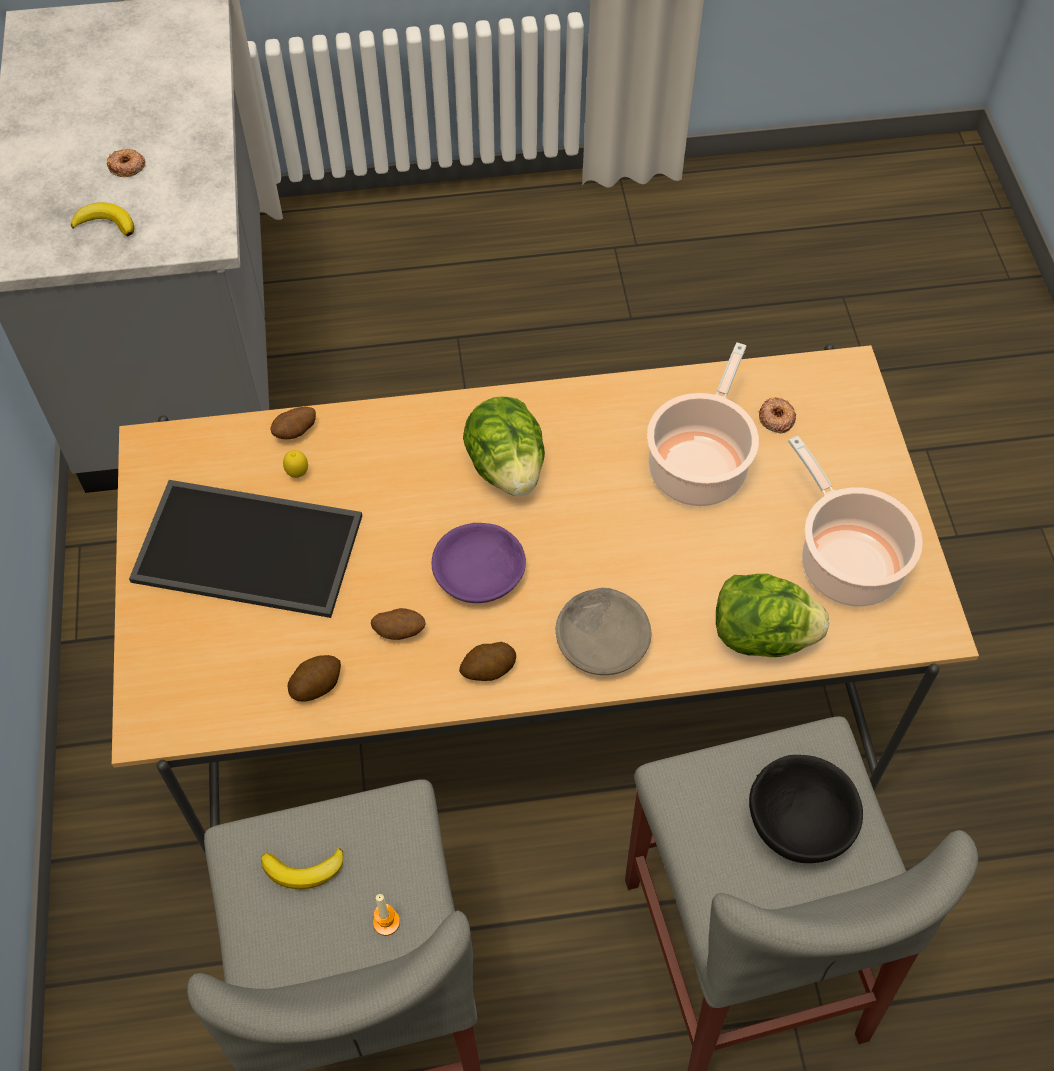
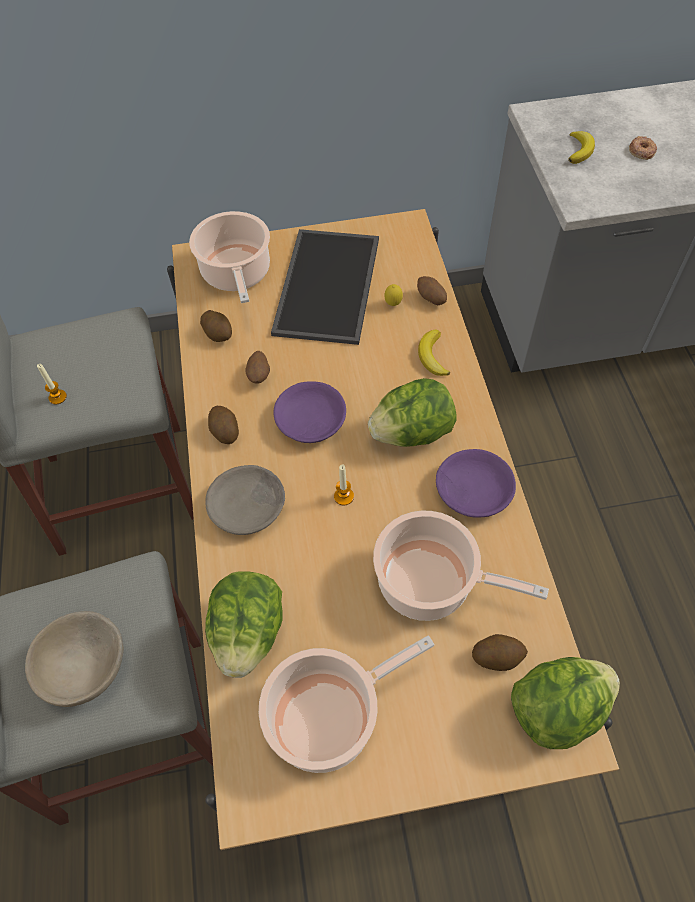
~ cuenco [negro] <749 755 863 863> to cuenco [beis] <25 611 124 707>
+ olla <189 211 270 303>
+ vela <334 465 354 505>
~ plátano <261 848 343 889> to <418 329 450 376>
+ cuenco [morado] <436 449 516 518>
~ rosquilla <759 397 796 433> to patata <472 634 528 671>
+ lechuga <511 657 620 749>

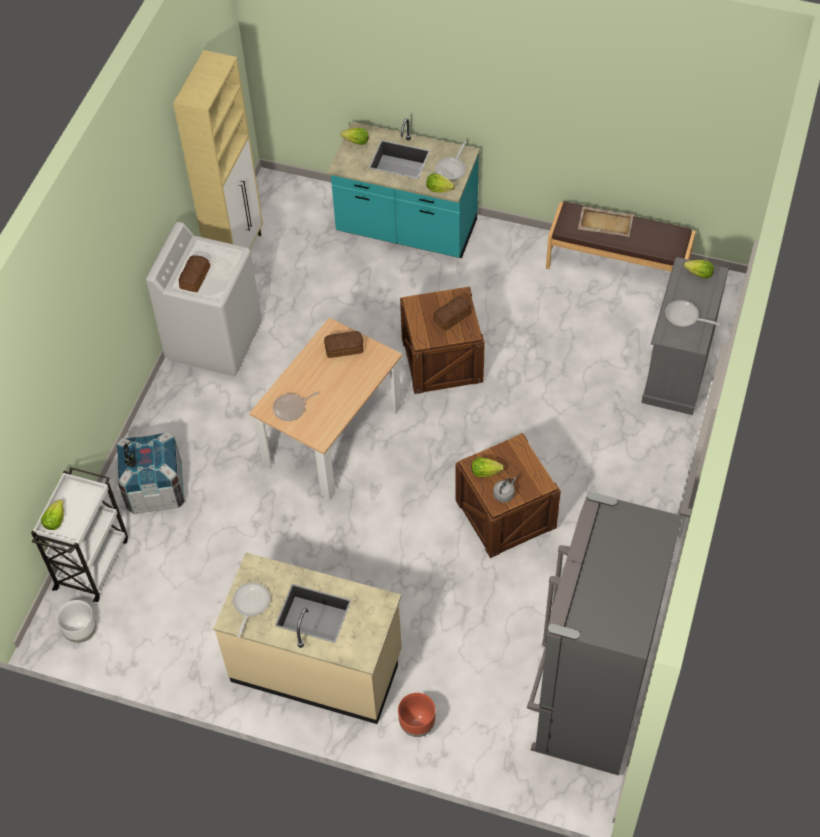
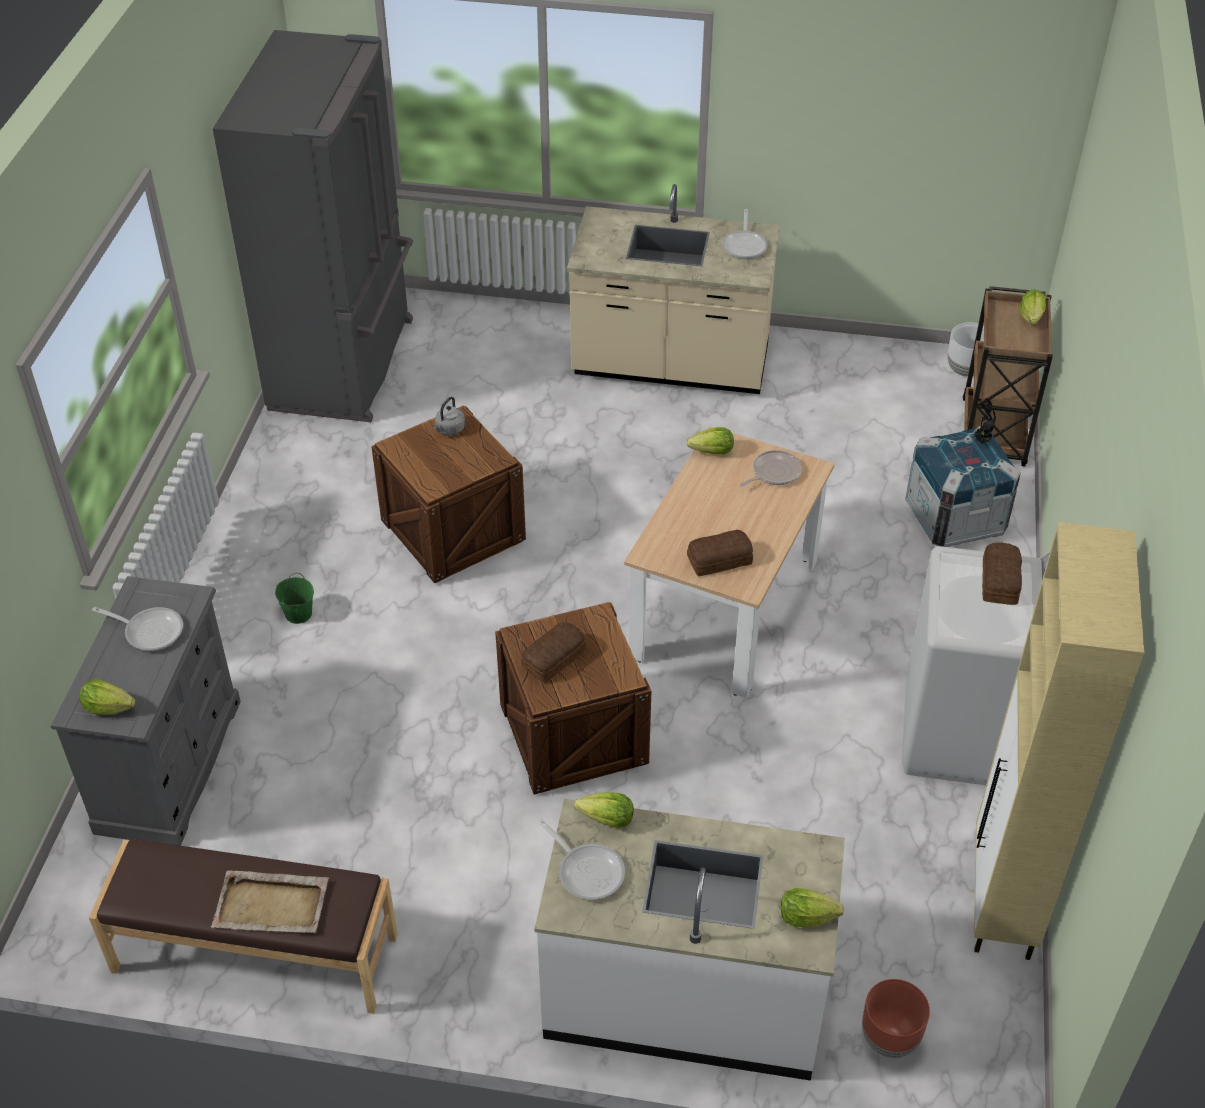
+ cubo [verde] <275 573 314 624>
~ mueble bajo de cocina [turquesa] <328 118 480 258> to mueble bajo de cocina [blanco] <535 799 845 1081>
~ sartén <435 141 466 180> = <538 819 625 900> 120 degrees clockwise
~ lechuga <472 457 504 477> to <687 427 734 454>
~ maceta [marrón] <398 693 435 737> to <862 979 930 1058>
~ carrito [blanco] <31 467 128 602> to carrito [marrón] <963 286 1053 466>

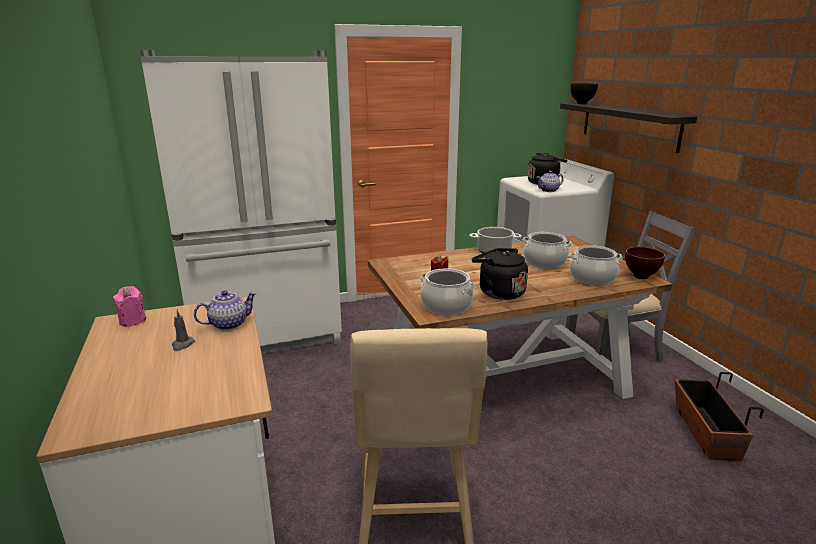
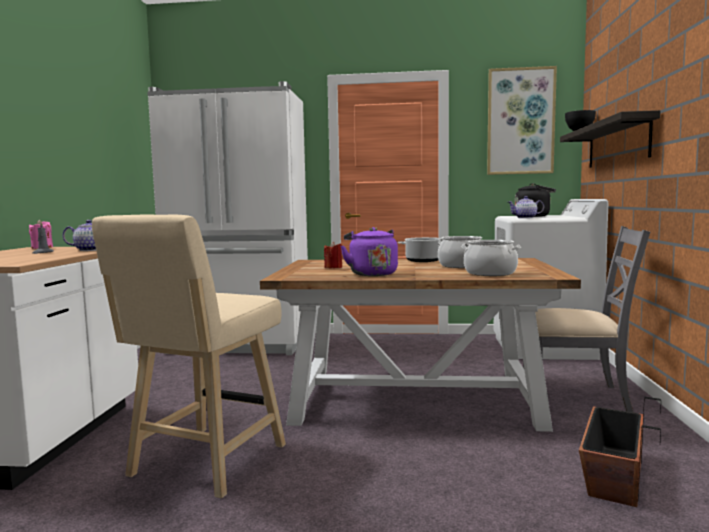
~ hervidor [negro] <472 248 528 300> to hervidor [morado] <341 227 398 276>
+ cuadro <487 66 557 175>
- olla <420 269 476 315>
- cuenco [marrón] <625 247 665 279>

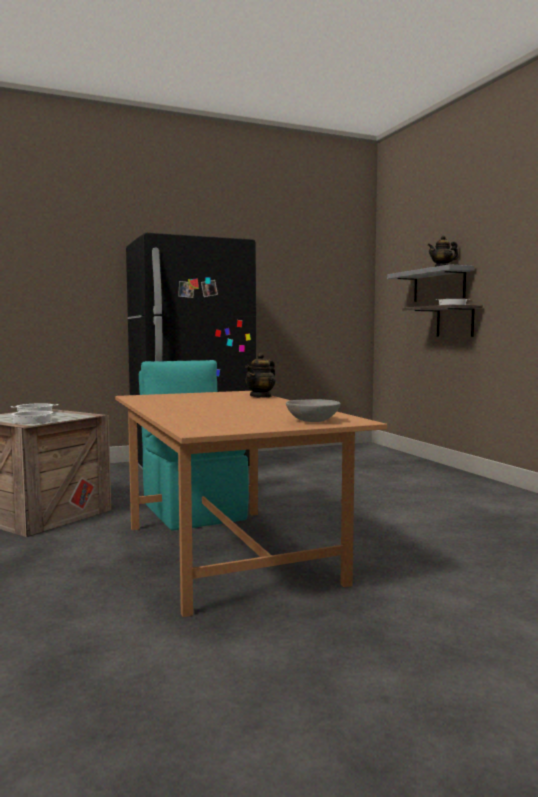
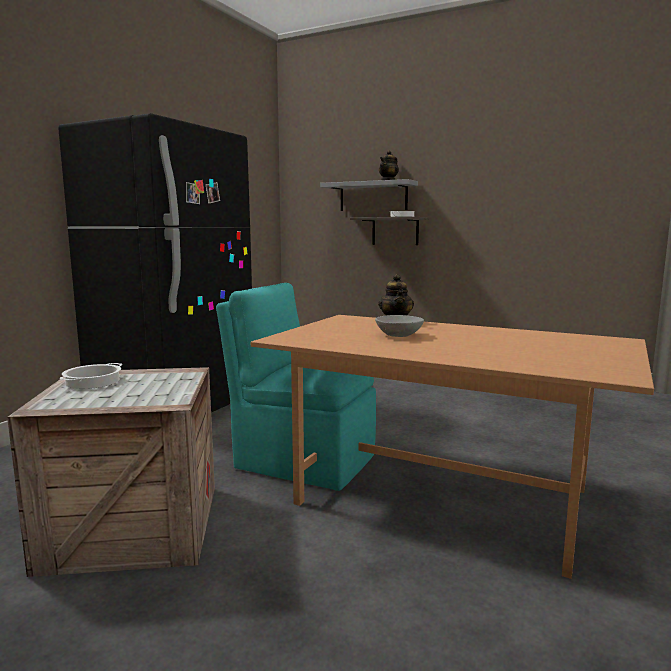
~ cuenco [gris] <286 399 341 422> to <375 315 424 337>
- olla <11 411 53 424>

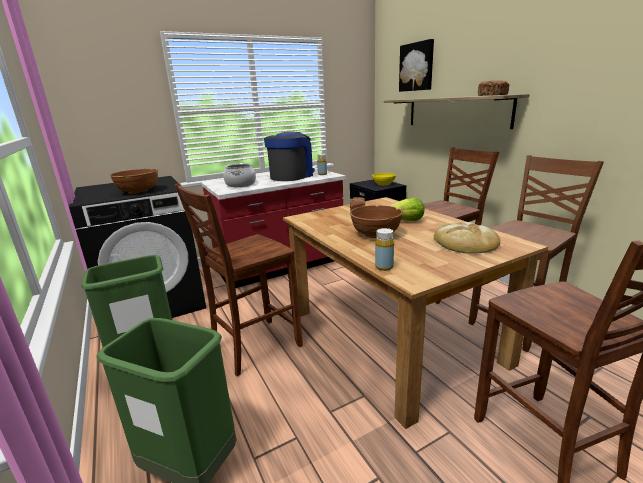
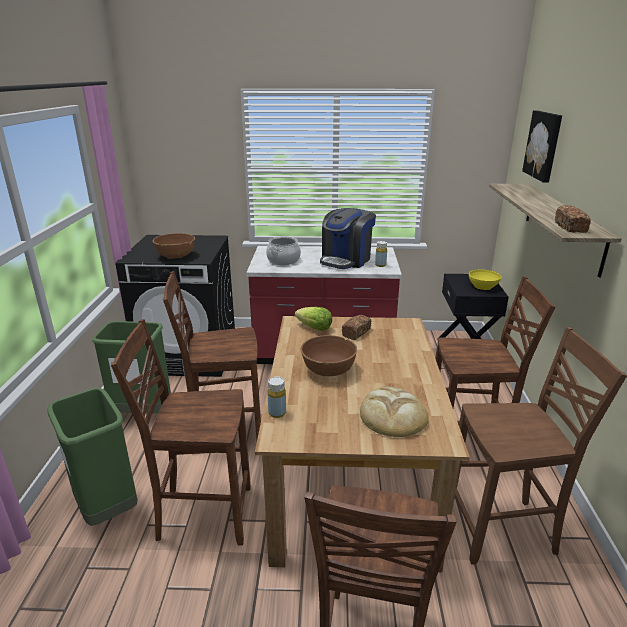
+ silla [marrón] <111 319 251 546>
~ lechuga <390 198 424 221> to <295 307 332 331>
~ cafetera <264 132 315 181> = <320 208 376 269> 150 degrees clockwise

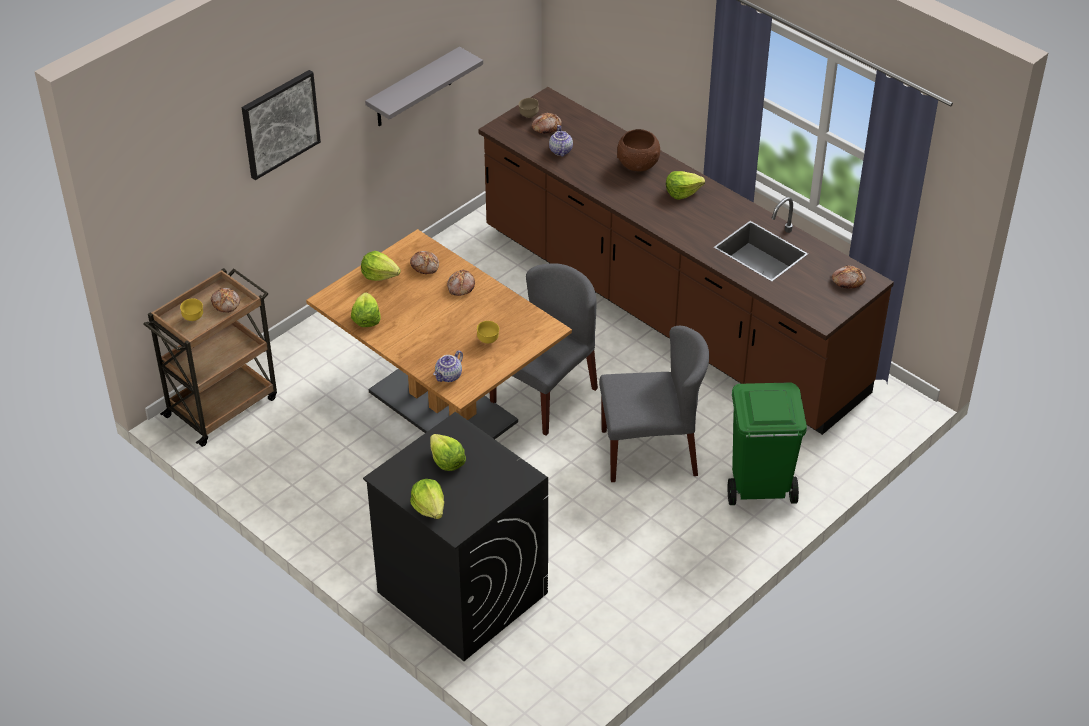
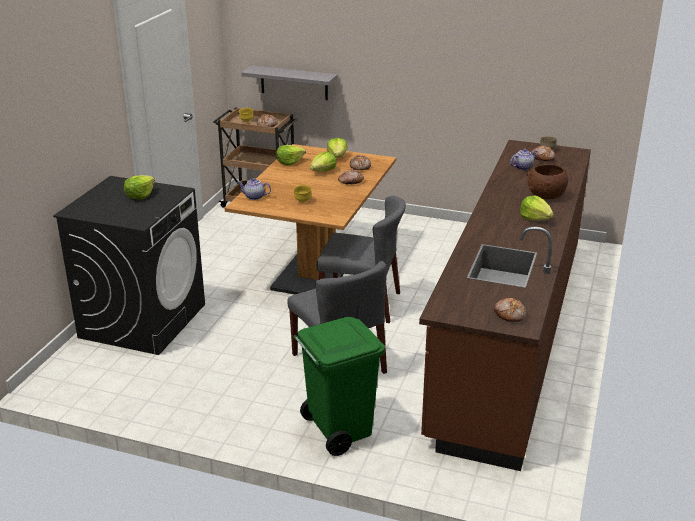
~ estante [gris] <365 47 483 126> to <241 66 337 100>
~ lechuga <410 479 444 519> to <310 152 337 172>
- cuadro <242 70 321 180>

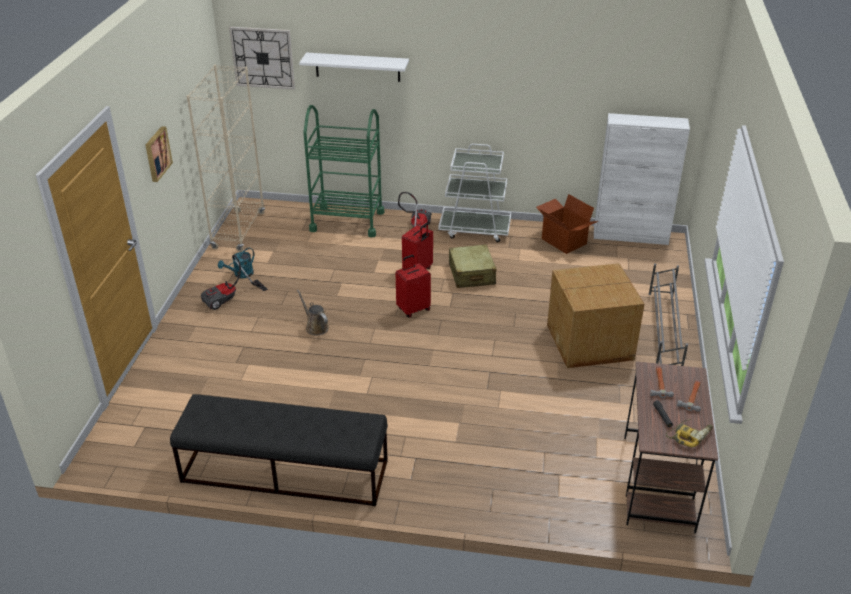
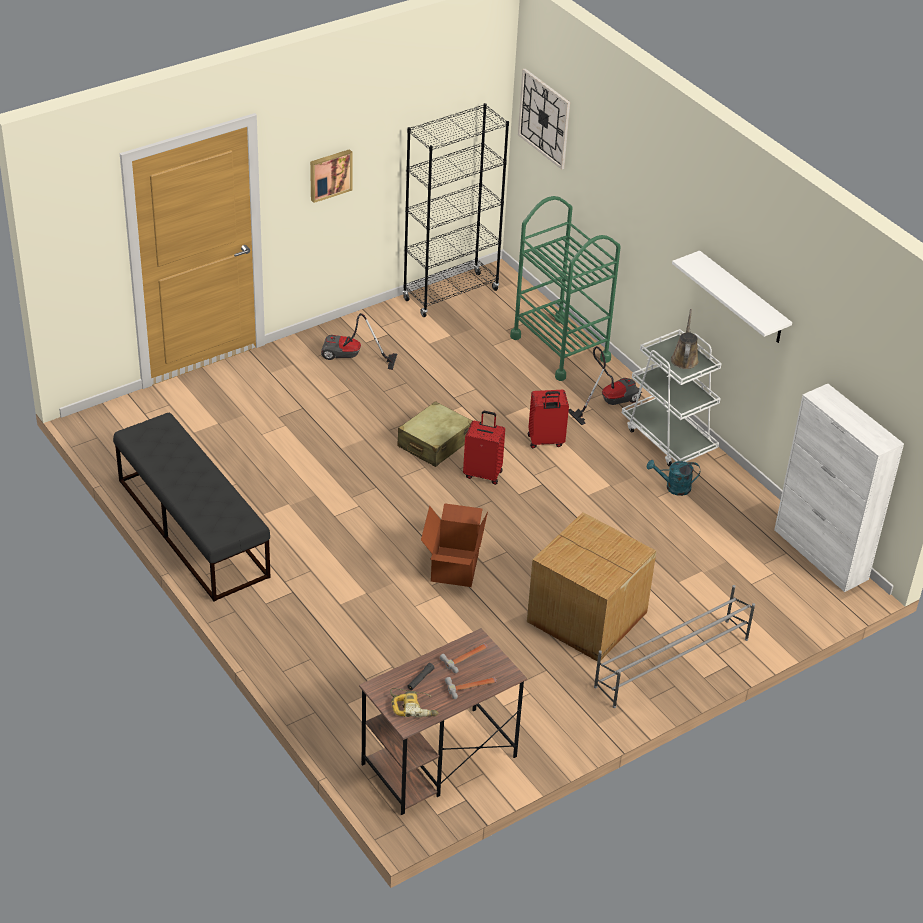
~ maleta [beis] <449 244 496 288> to <397 401 473 467>
~ estantería [beis] <187 65 265 251> to estantería [negro] <403 103 509 317>
~ caja de cartón <536 194 599 254> to <421 503 488 587>
~ regadera [turquesa] <218 248 254 278> to <647 460 700 496>
~ regadera [marrón] <297 290 329 335> to <671 309 699 369>
~ estante [blanco] <299 52 409 82> to <672 251 792 343>

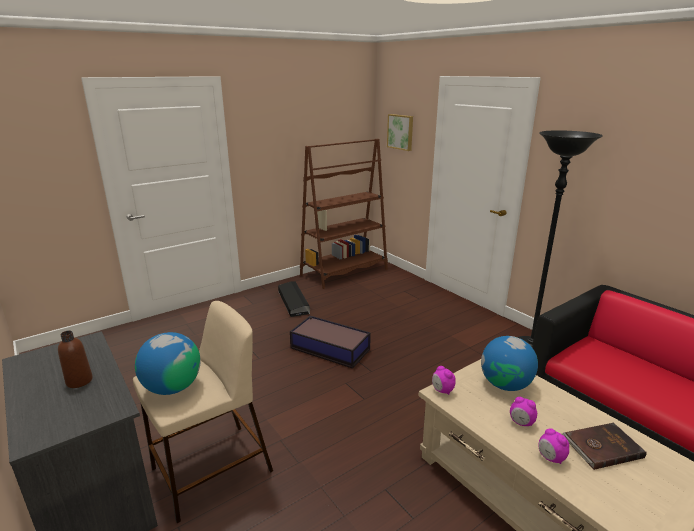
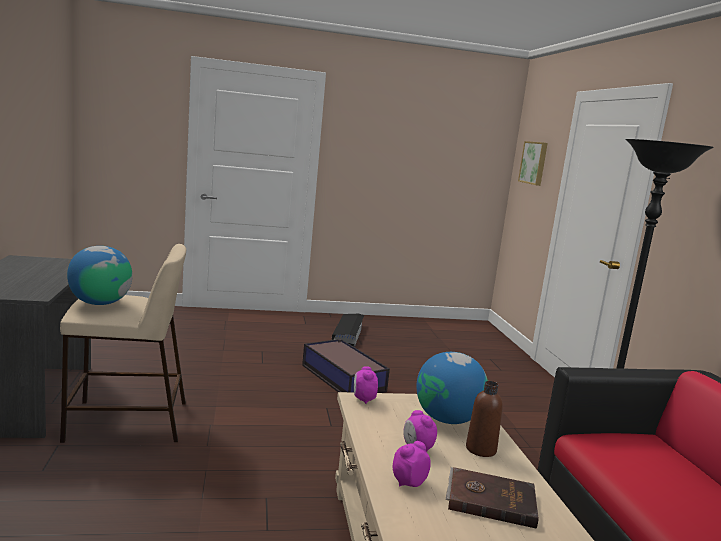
~ despertador <539 428 569 464> = <393 441 431 487> 60 degrees clockwise
~ botella [marrón] <58 331 93 388> to <466 381 503 457>
- estantería [marrón] <300 139 388 289>

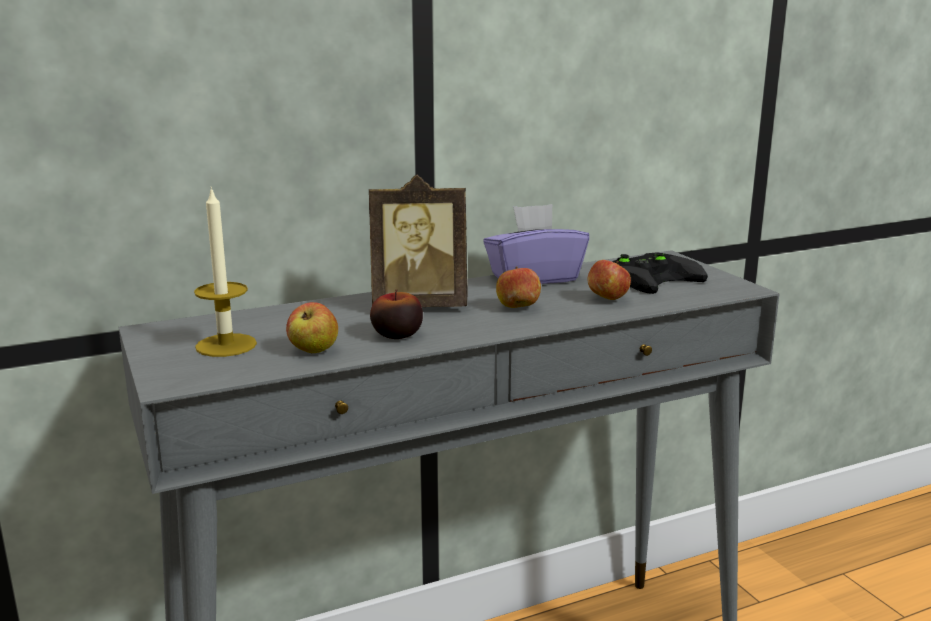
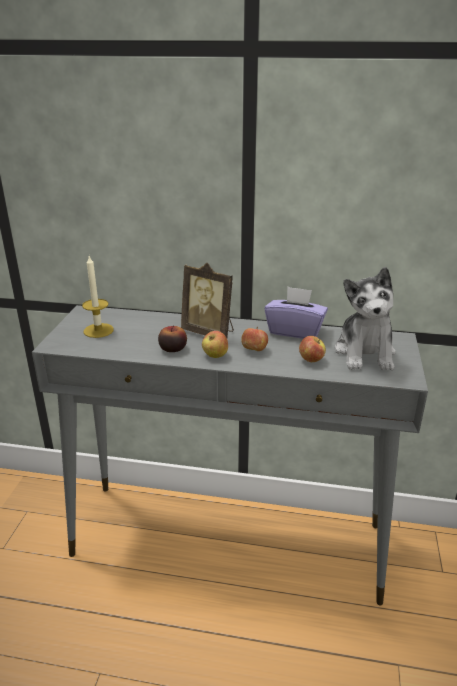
~ manzana <286 302 338 353> to <202 331 228 358>
~ mando de consola [negro] <612 252 708 294> to peluche <335 267 396 370>

